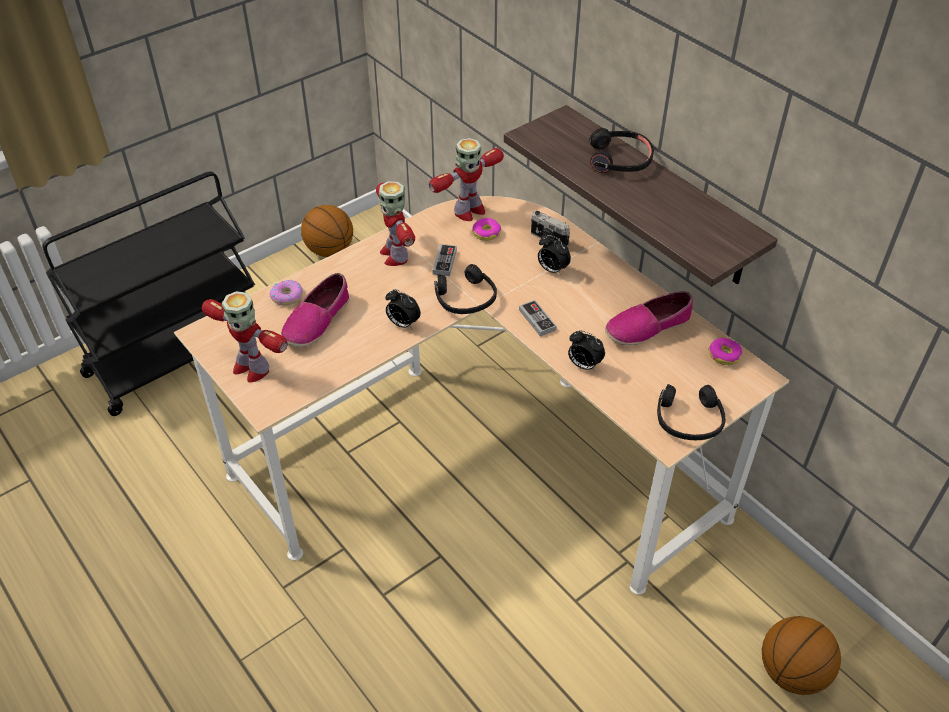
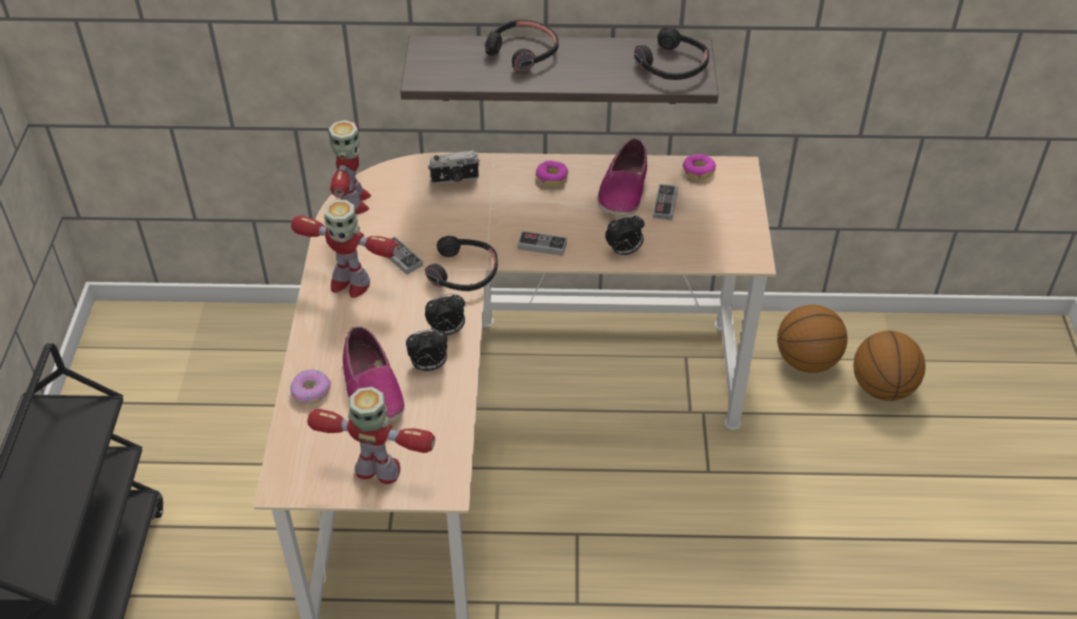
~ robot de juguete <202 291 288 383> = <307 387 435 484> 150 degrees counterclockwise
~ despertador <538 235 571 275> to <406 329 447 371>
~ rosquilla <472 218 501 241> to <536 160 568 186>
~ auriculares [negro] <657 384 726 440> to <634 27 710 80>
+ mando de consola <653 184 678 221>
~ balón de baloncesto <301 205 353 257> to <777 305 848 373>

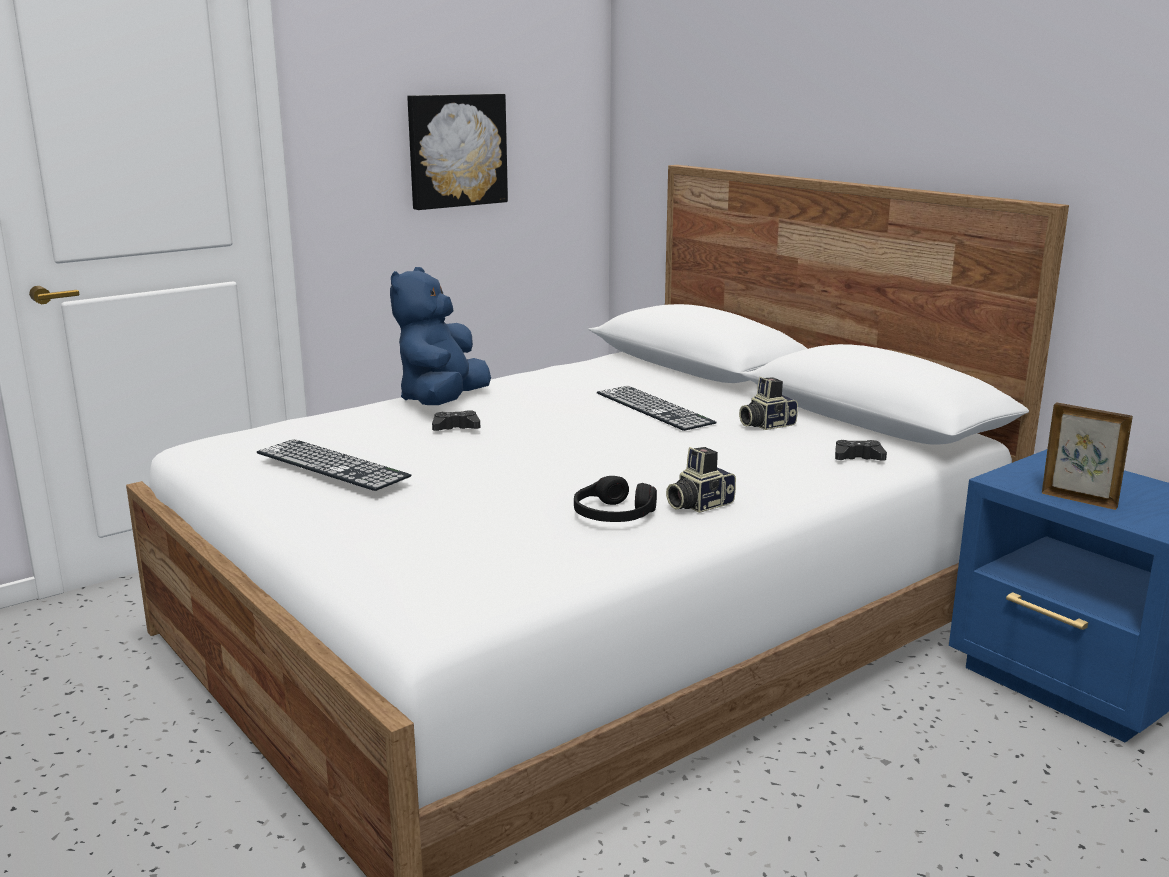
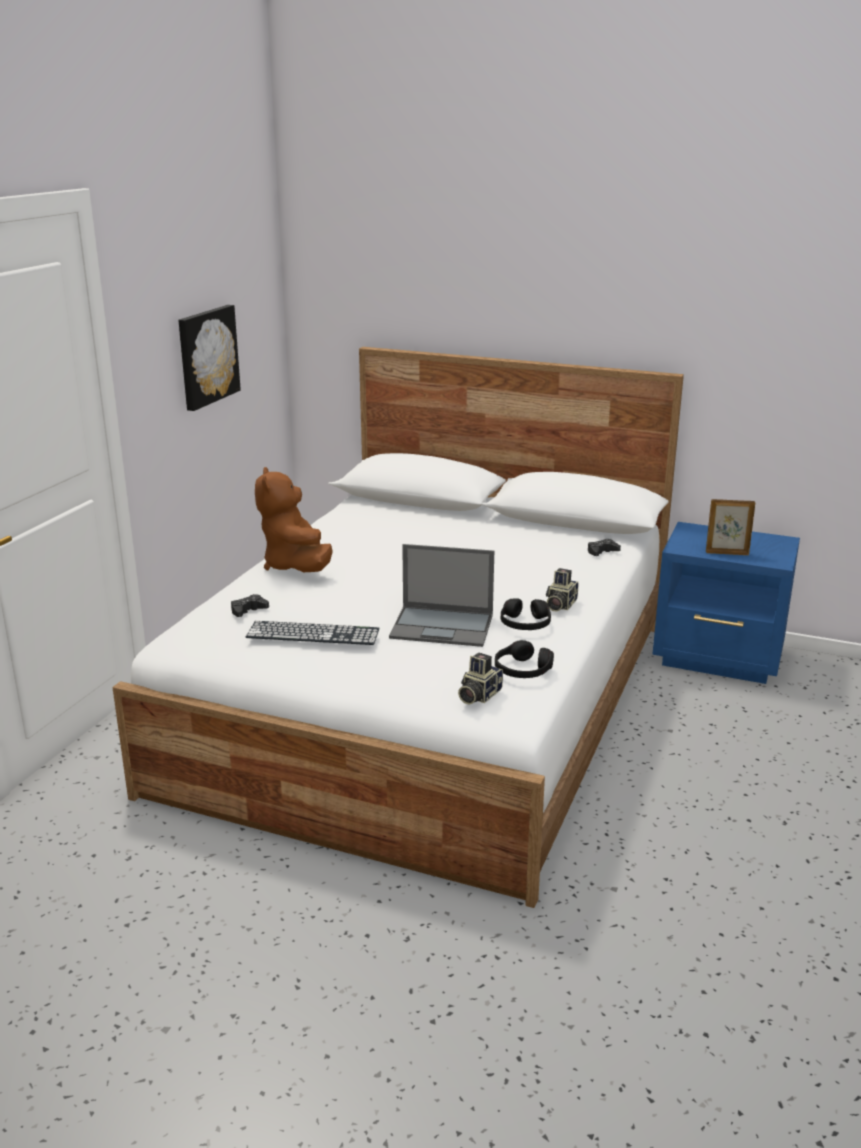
~ mando de consola [negro] <432 410 480 431> to <231 594 269 617>
~ peluche [azul] <390 267 491 405> to peluche [marrón] <255 467 333 572>
+ portátil <389 544 494 647>
~ cámara <739 377 798 430> to <458 653 503 704>
+ auriculares [negro] <495 640 554 678>
- teclado <597 386 717 431>

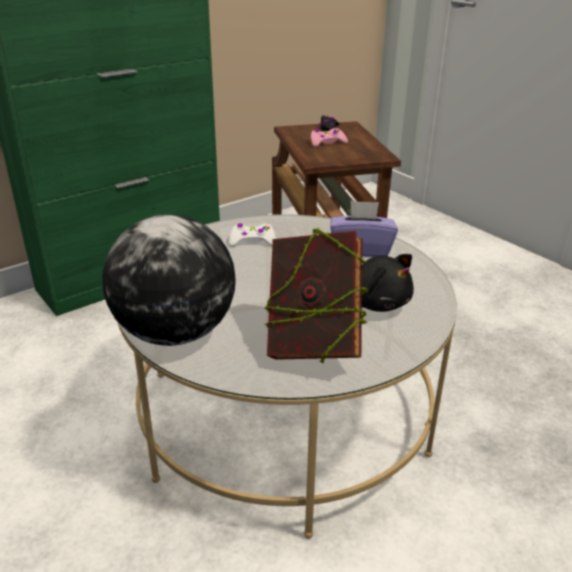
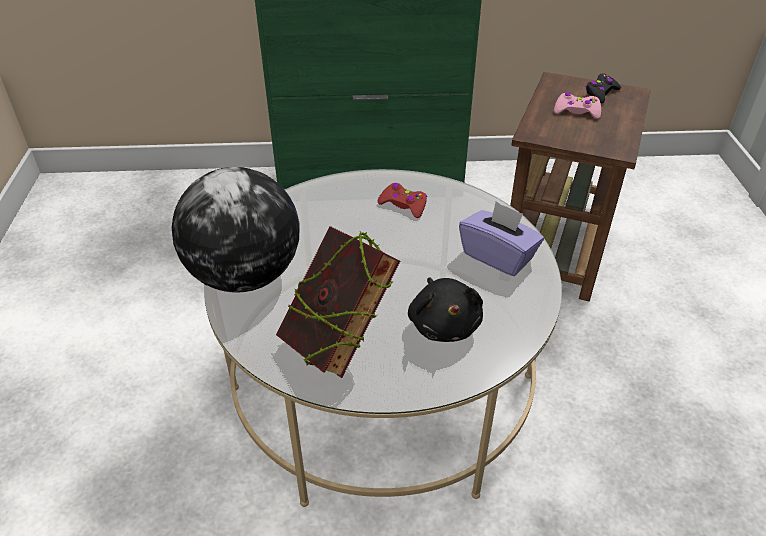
~ mando de consola [blanco] <229 224 276 246> to mando de consola [rojo] <377 183 427 218>

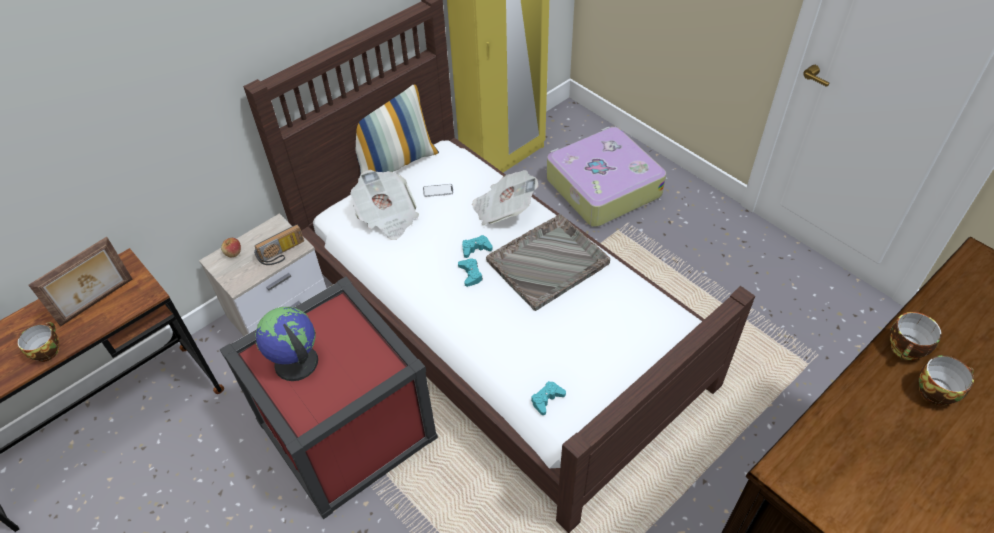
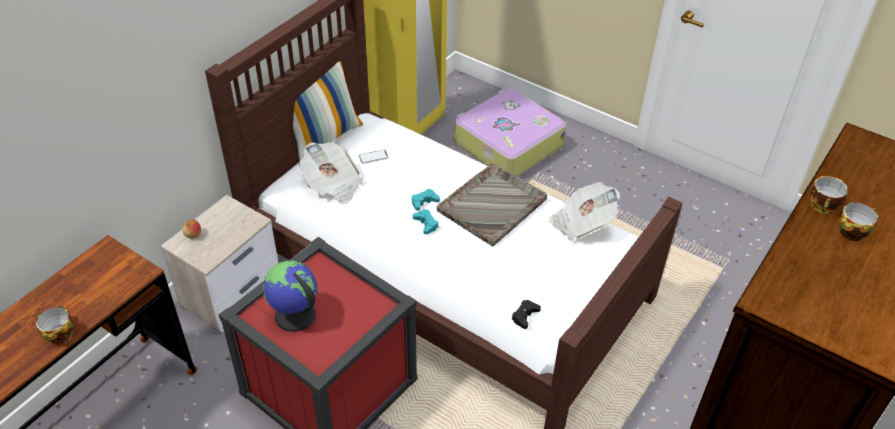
~ mando de consola [turquesa] <531 381 566 415> to mando de consola [negro] <512 300 541 329>
~ periódico <472 170 538 225> to <549 182 621 241>
- portarretratos <29 237 132 327>
- radio <254 224 304 265>

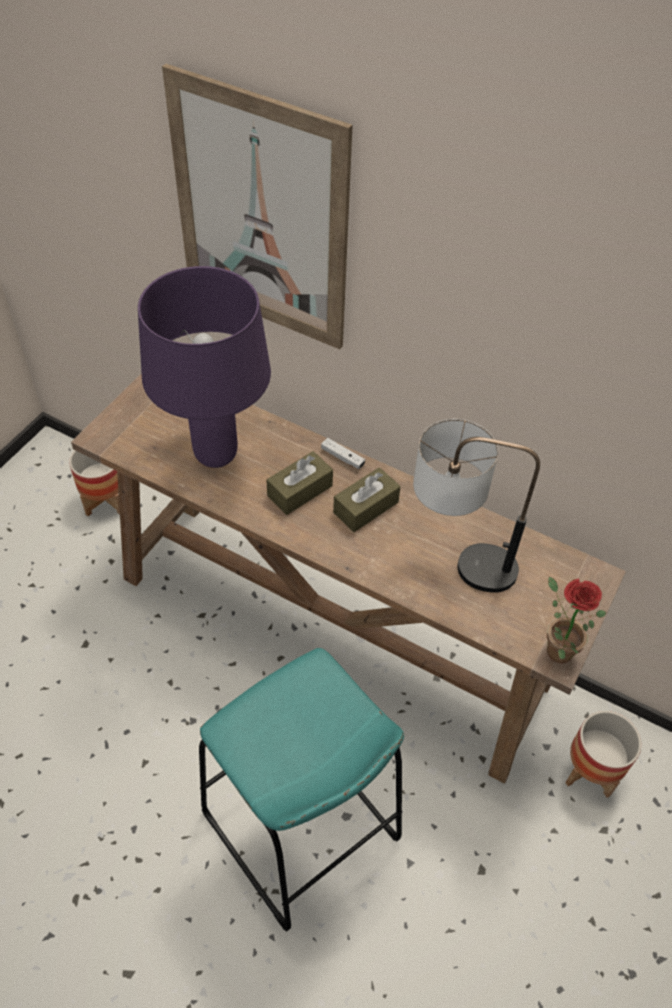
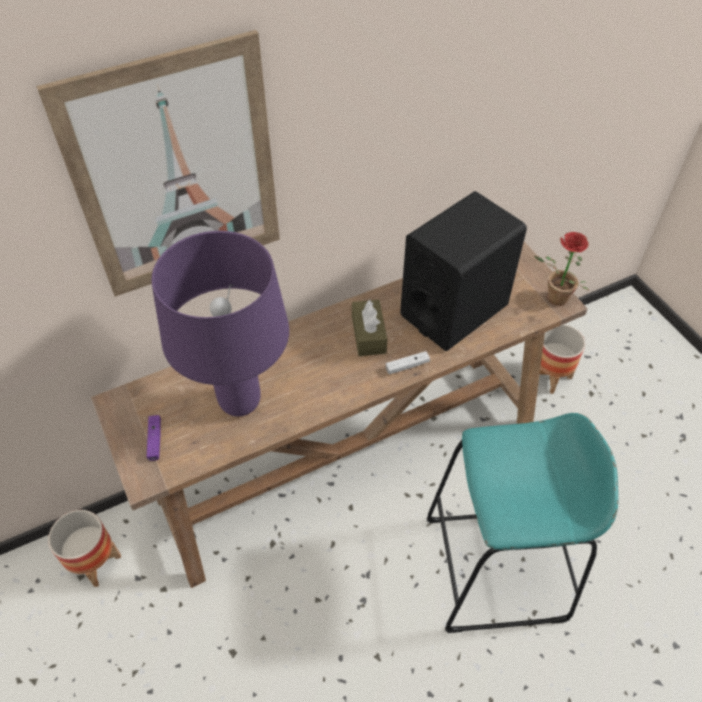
+ mando de consola [morado] <146 415 161 461>
~ mando de consola [blanco] <321 438 365 469> to <386 351 430 374>
~ lámpara de mesa <413 419 540 593> to altavoz [negro] <400 191 527 351>
- caja de pañuelos [marrón] <266 451 333 515>

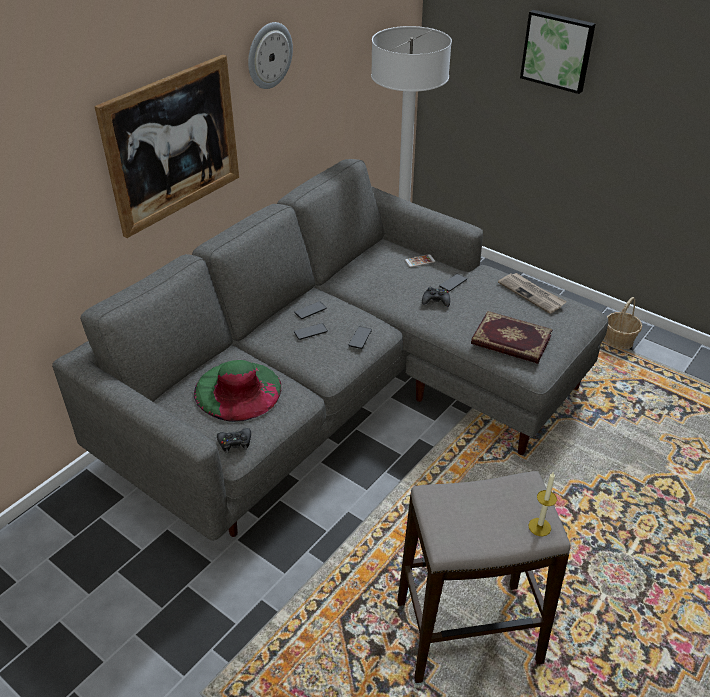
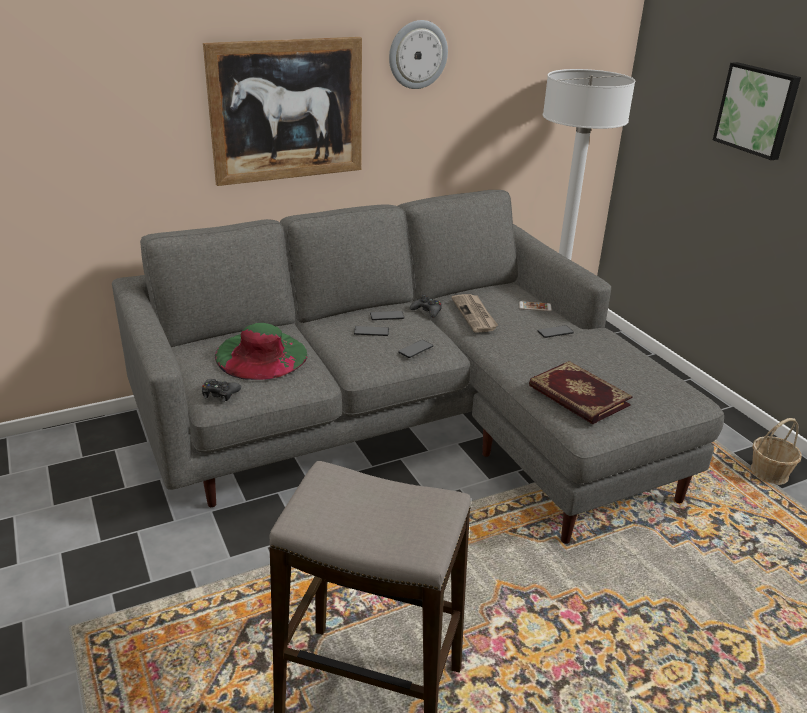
~ mando de consola [negro] <422 287 450 307> to <410 295 442 317>
~ periódico <498 273 567 314> to <451 294 498 333>
- vela <528 471 557 536>

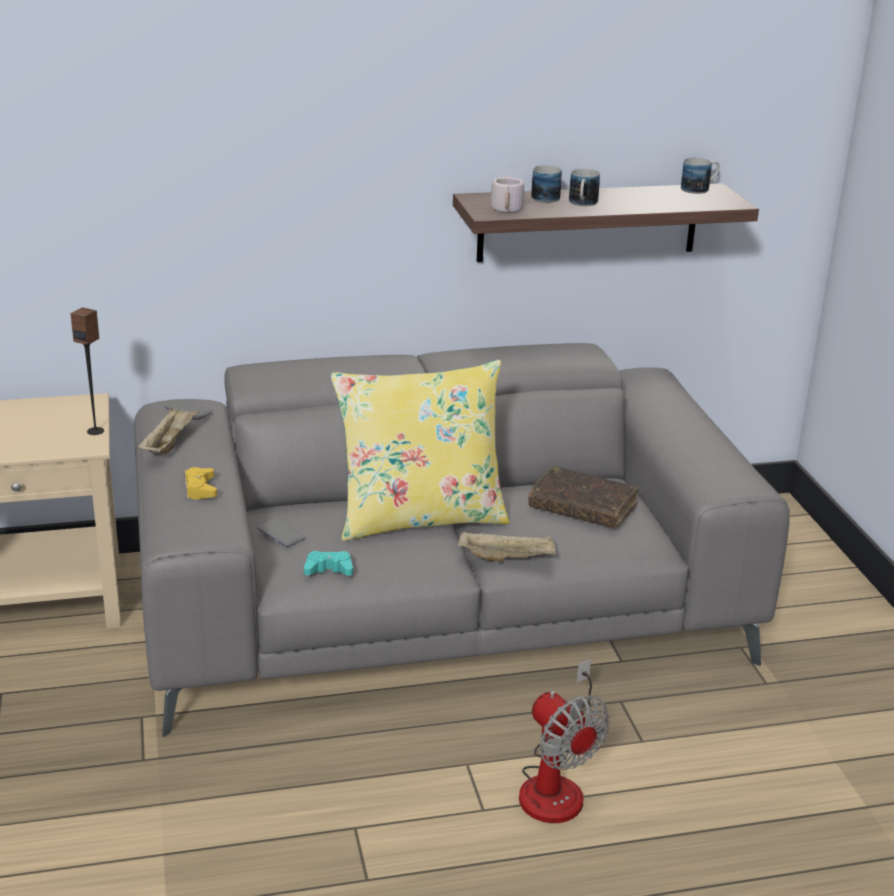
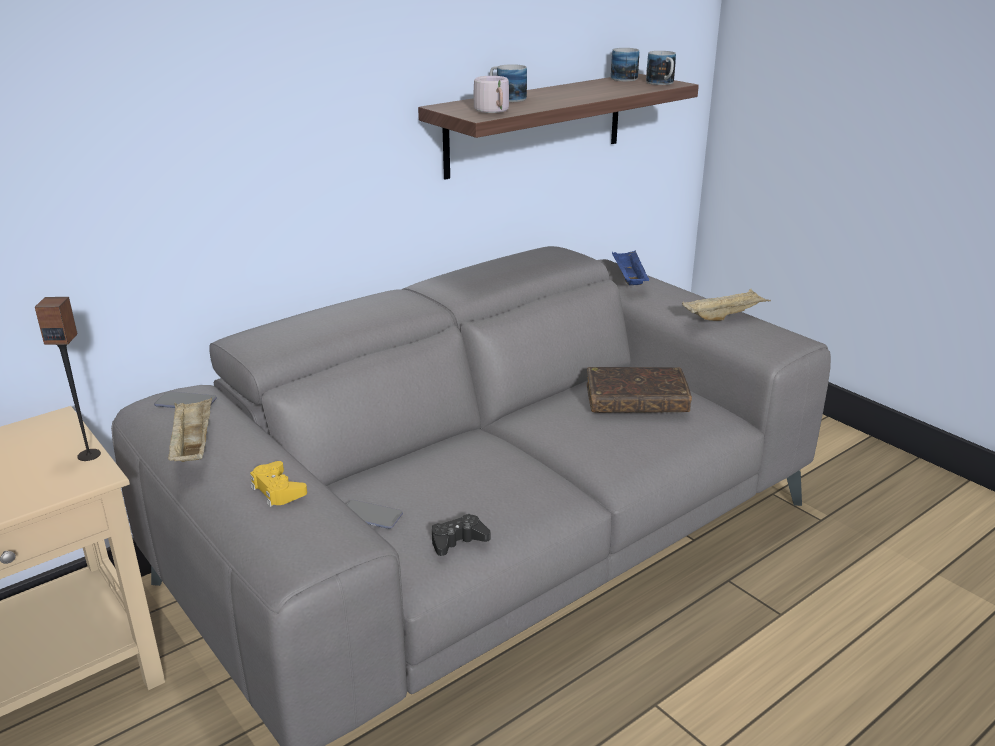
~ mando de consola [turquesa] <304 551 353 576> to mando de consola [negro] <432 514 491 556>
+ bandeja [azul] <612 251 649 285>
~ taza grande <569 169 600 206> to <646 51 676 85>
~ bandeja [beis] <458 531 556 562> to <682 289 771 321>
- cojín [amarillo] <330 360 510 541>
- ventilador <519 659 609 823>

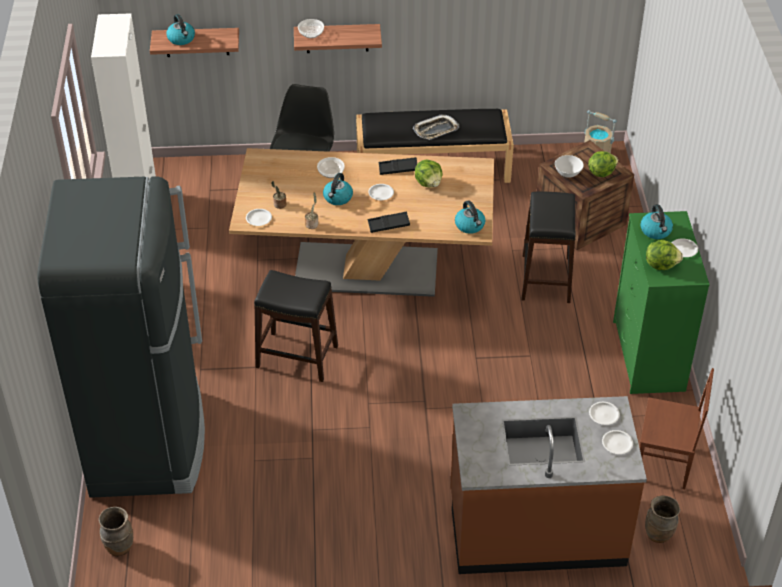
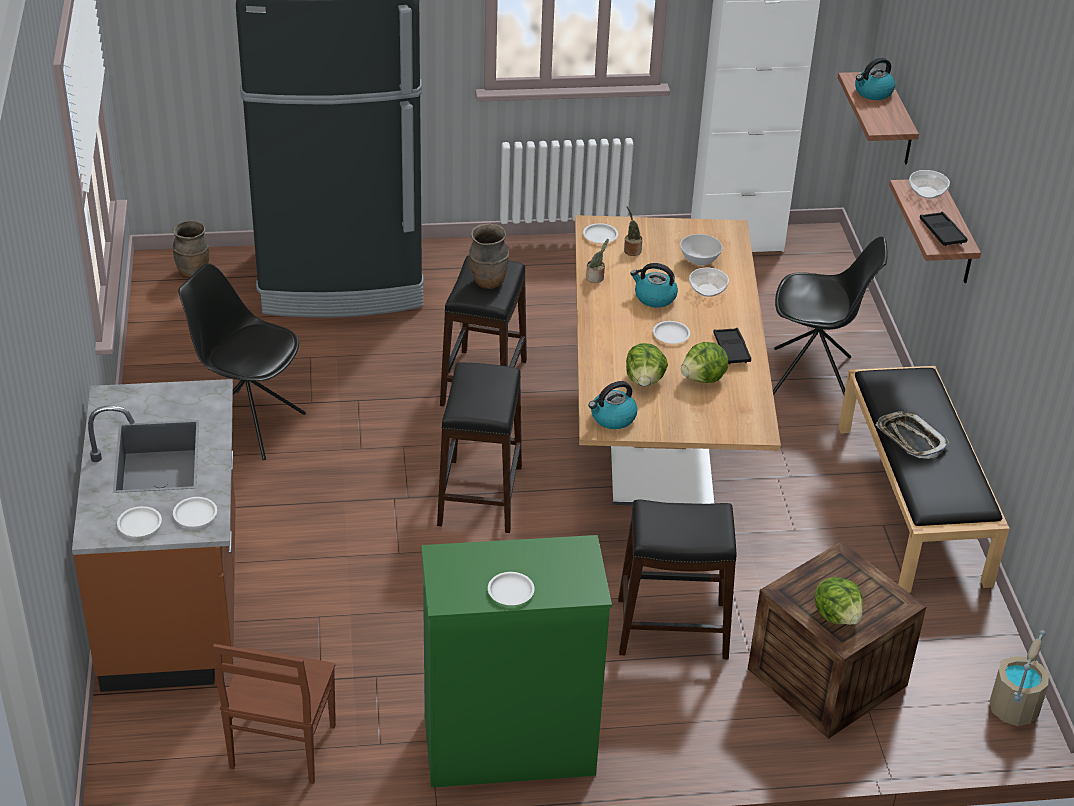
+ silla [negro] <178 263 306 460>
+ taburete [negro] <437 363 522 533>
~ florero [marrón] <645 496 680 543> to <469 223 509 289>
~ lechuga <646 240 683 270> to <626 343 668 386>
~ cuenco [blanco] <555 155 584 177> to <680 234 722 266>
~ bandeja [negro] <368 212 410 233> to <920 212 967 246>
- hervidor <640 204 673 239>

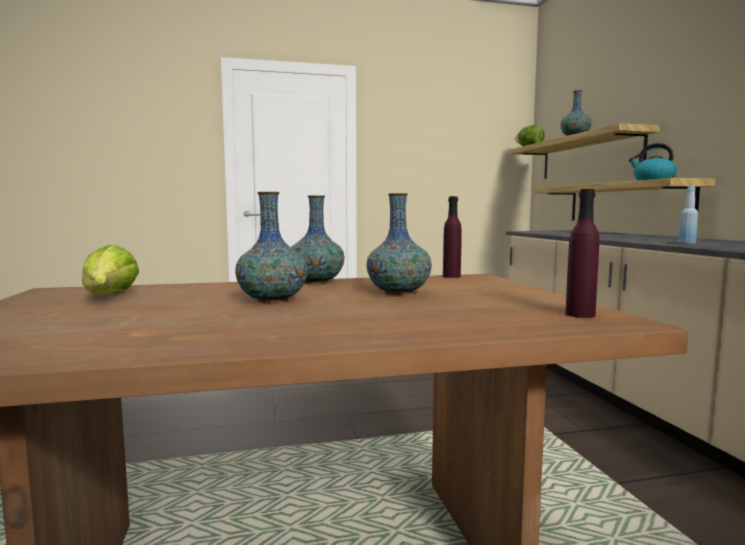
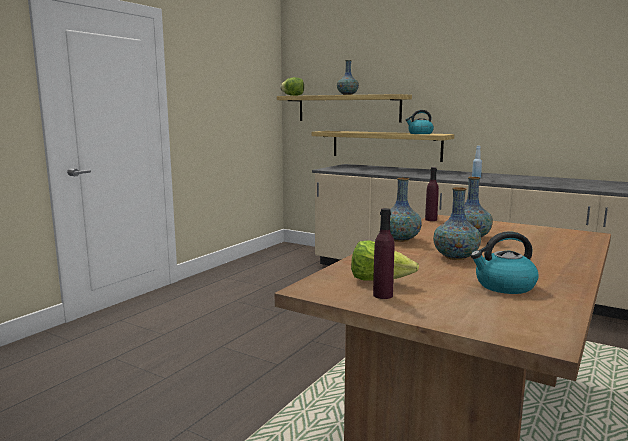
~ botella [morado] <565 189 599 318> to <373 208 395 299>
+ hervidor <471 231 539 294>

